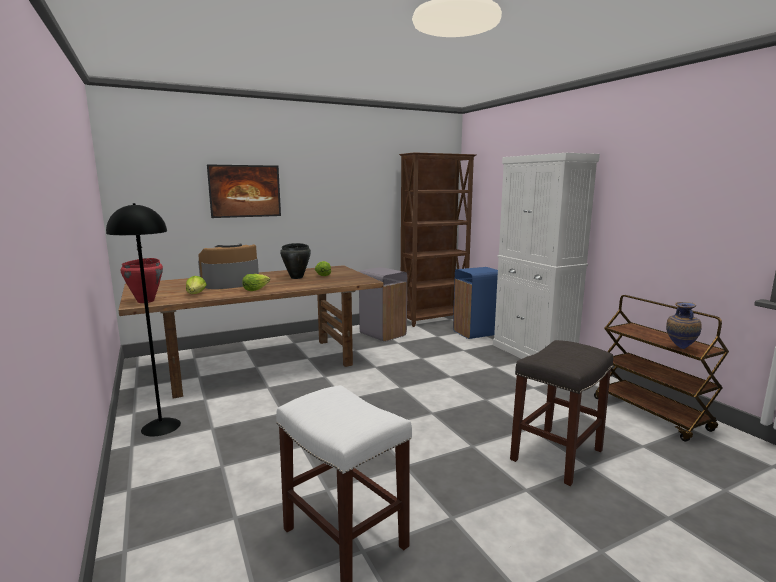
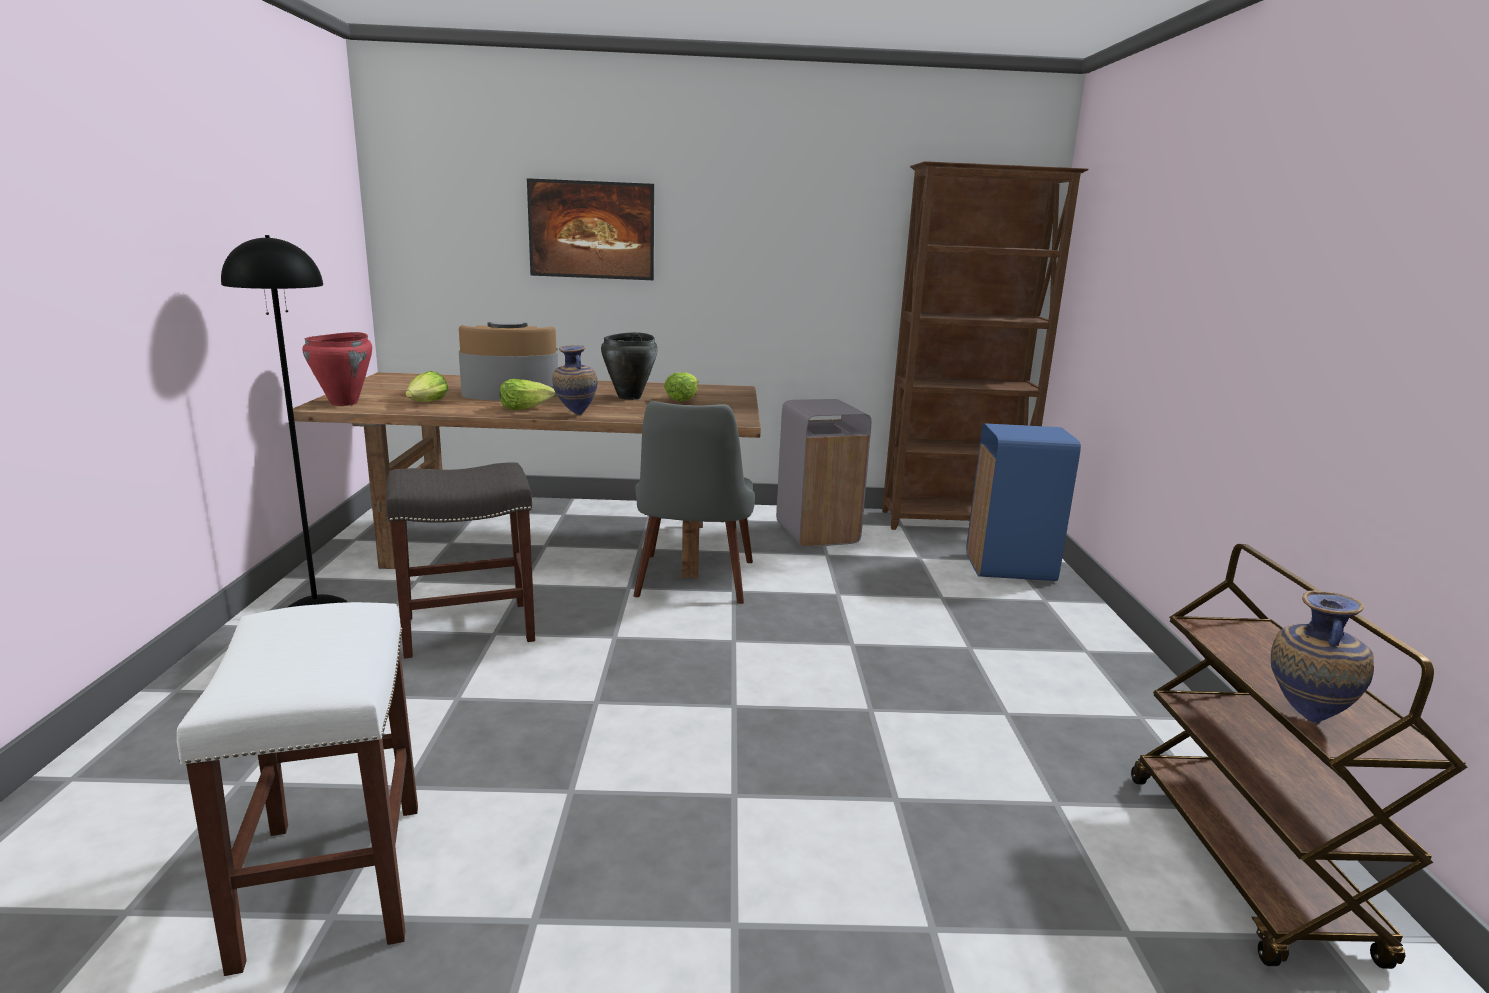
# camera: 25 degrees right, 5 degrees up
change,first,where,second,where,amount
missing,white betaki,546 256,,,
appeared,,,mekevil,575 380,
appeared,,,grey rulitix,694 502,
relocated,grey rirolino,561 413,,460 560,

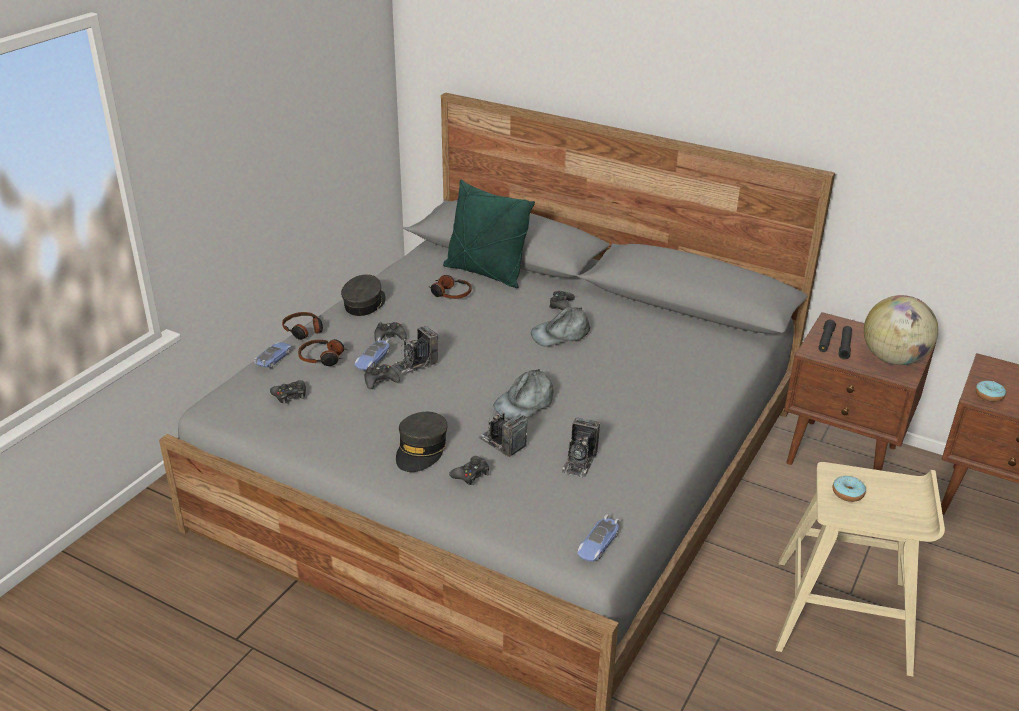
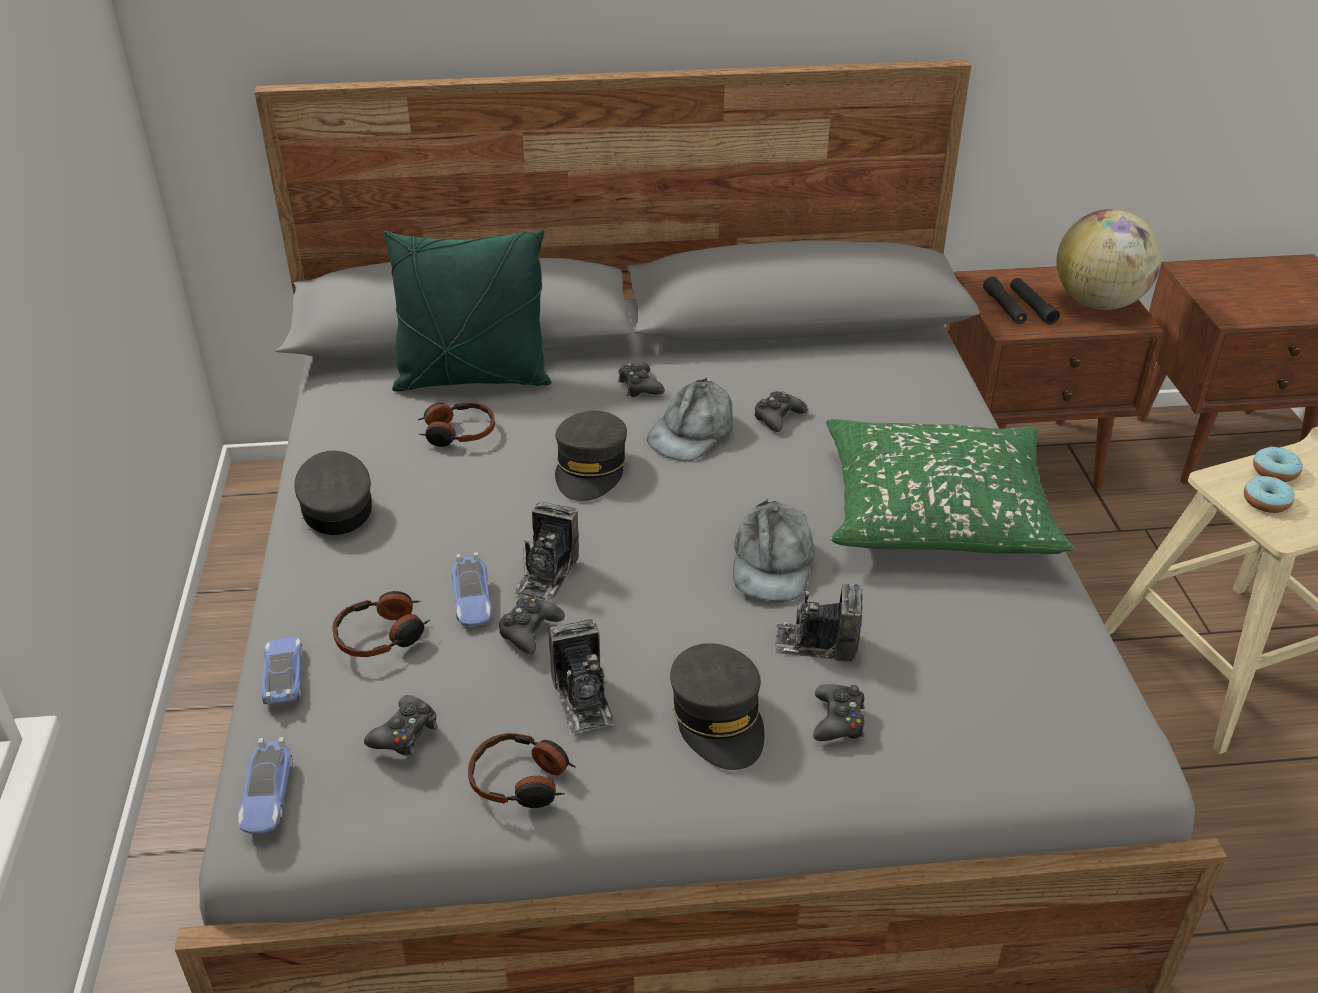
# camera: 35 degrees left, 5 degrees up
change,first,where,second,where,amount
appeared,,,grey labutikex,591 456,
appeared,,,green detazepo,950 486,
relocated,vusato,302 326,,522 770,
relocated,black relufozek,390 332,,781 411,
relocated,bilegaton,580 448,,582 676,
relocated,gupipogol,598 538,,265 785,
relocated,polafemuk,990 391,,1278 464,

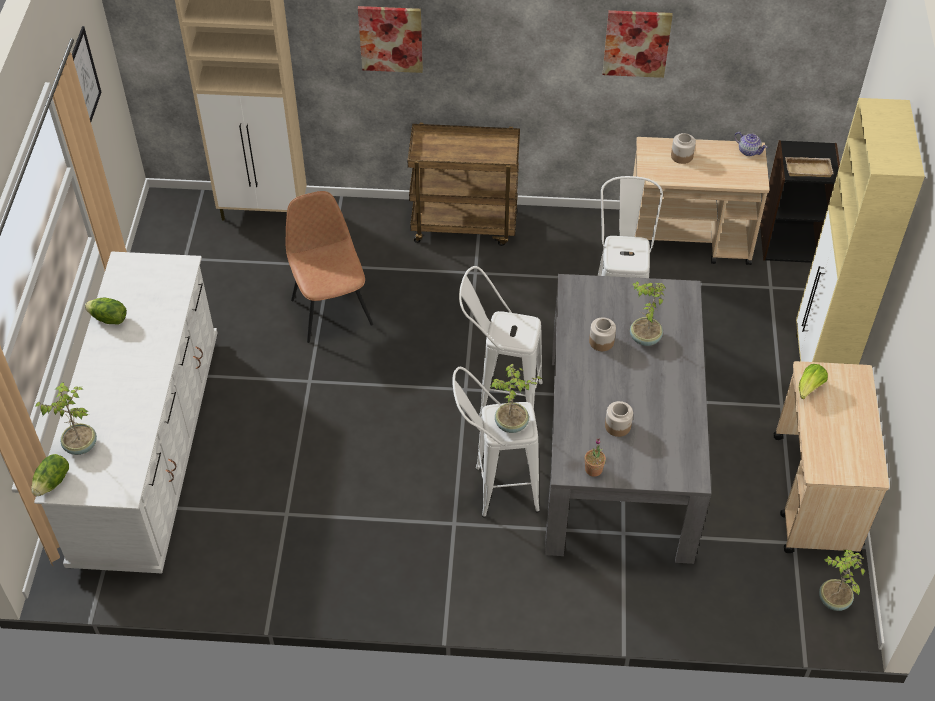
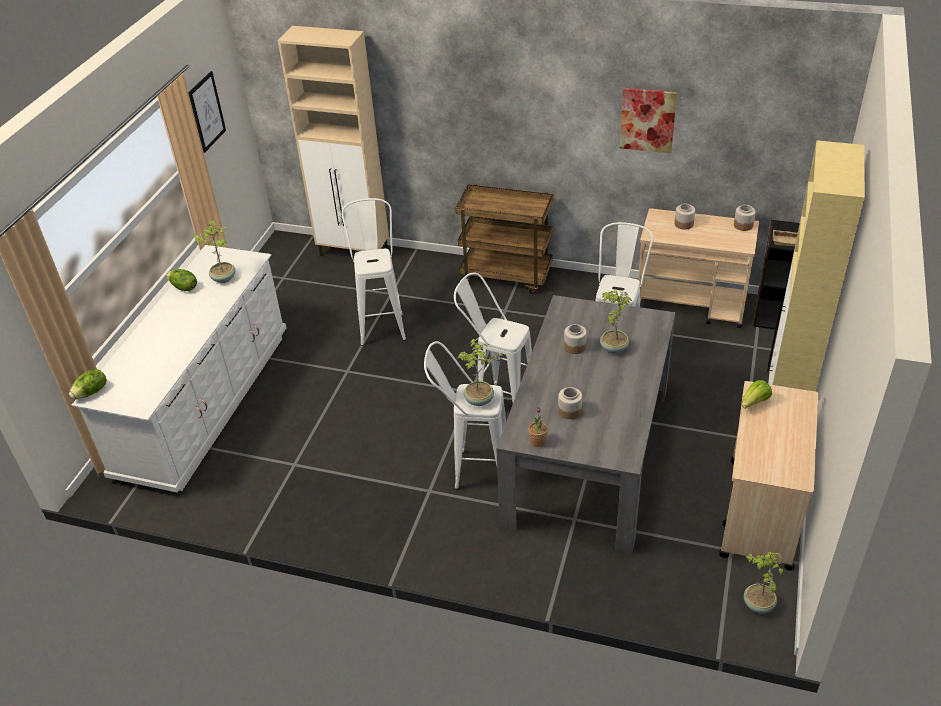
# camera: 15 degrees right, 10 degrees down
change,first,where,second,where,amount
missing,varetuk,390 39,,,
relocated,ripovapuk,66 418,,214 252,
exchanged,brown rulitix,329 267,white rirolino,373 272,
exchanged,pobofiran,750 144,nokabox,745 218,

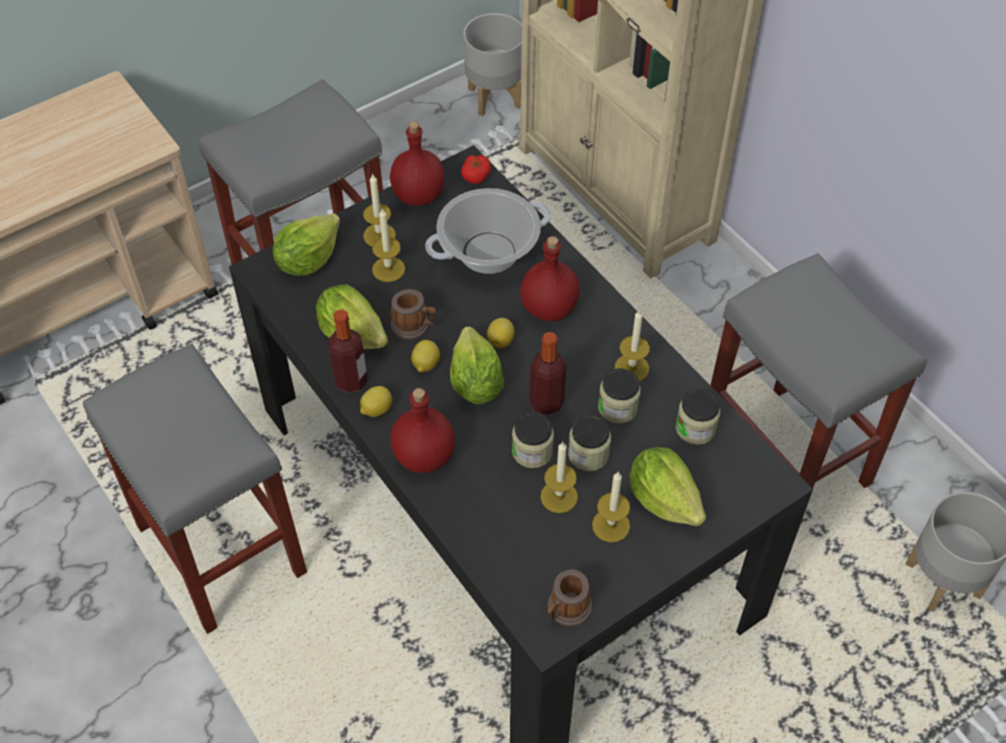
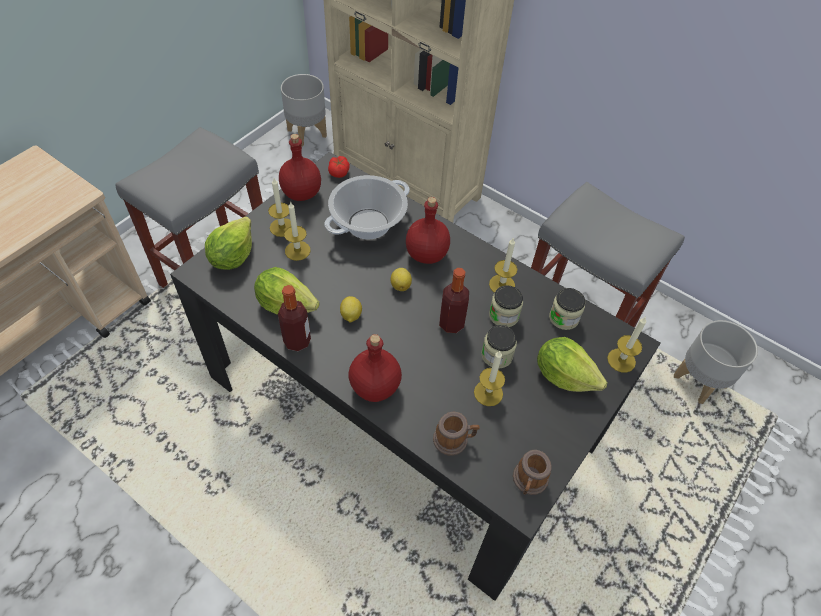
# camera: 20 degrees left, 0 degrees up
change,first,where,second,where,amount
missing,grey rirolino,195 488,,,
missing,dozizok,376 401,,,
missing,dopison,477 365,,,
missing,nokabox,533 440,,,
relocated,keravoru,413 314,,456 434,
relocated,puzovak,611 506,,626 344,

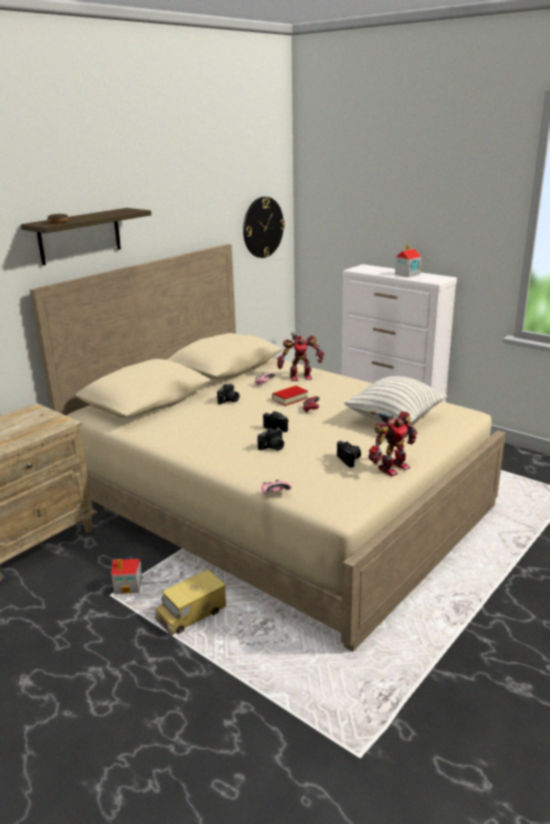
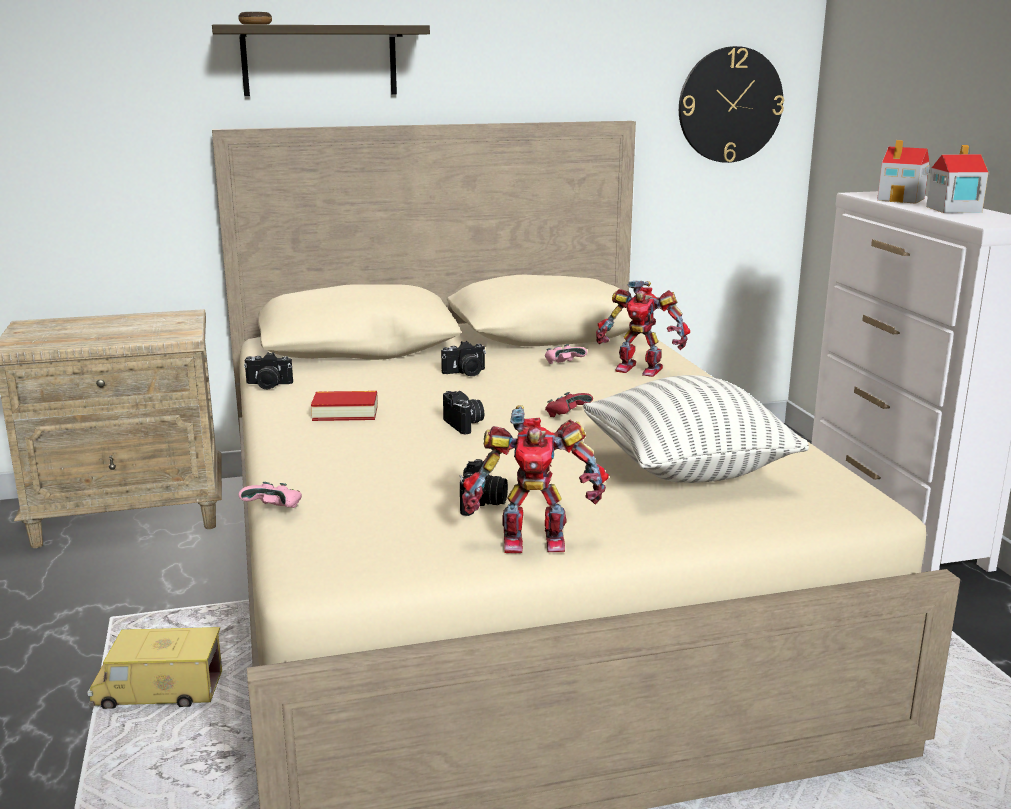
# camera: 35 degrees right, 5 degrees down
change,first,where,second,where,amount
relocated,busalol,126 577,,903 172,
relocated,bilegaton,270 439,,268 370,
relocated,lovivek,290 395,,344 406,

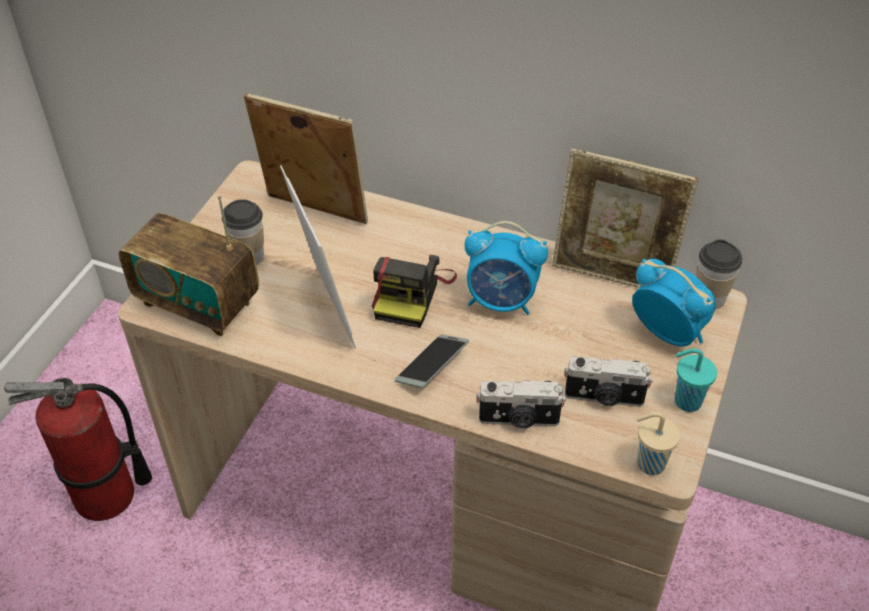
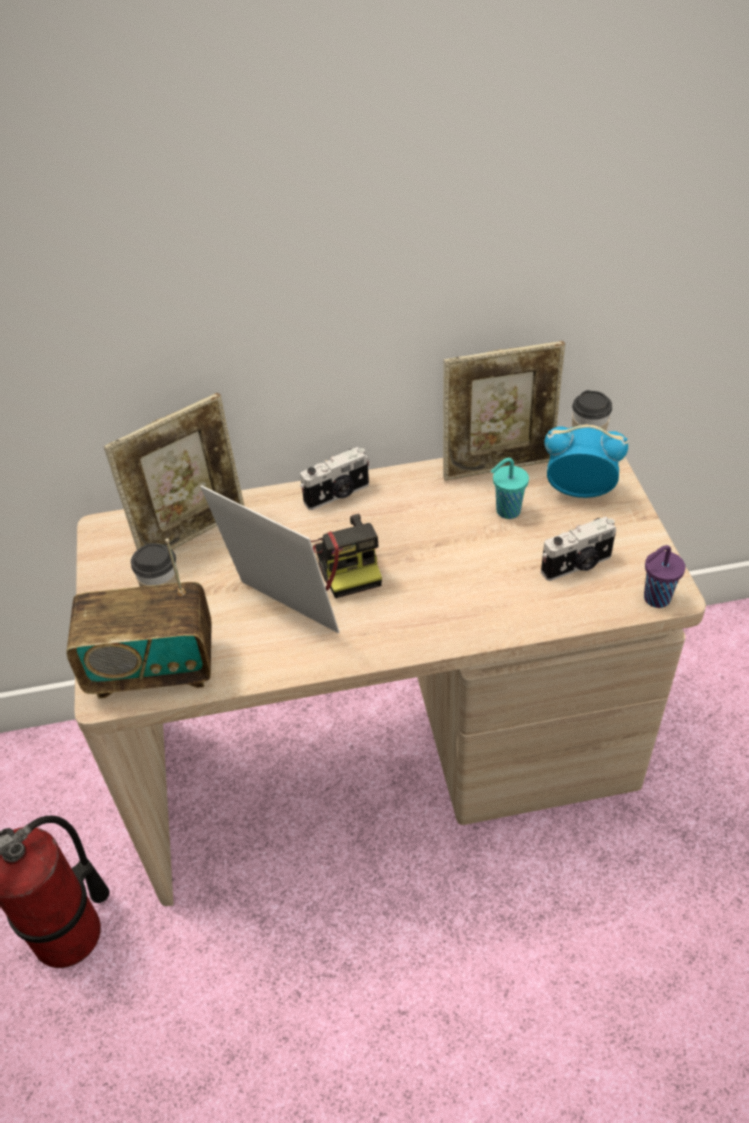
# camera: 30 degrees left, 0 degrees up
change,first,where,second,where,amount
missing,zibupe,432 361,,,
missing,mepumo,506 268,,,
relocated,bilegaton,521 404,,334 478,
relocated,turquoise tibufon,696 380,,510 488,
colour,beige tibufon,658 443,purple tibufon,664 576,
spun,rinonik,306 158,,174 471,150 degrees clockwise

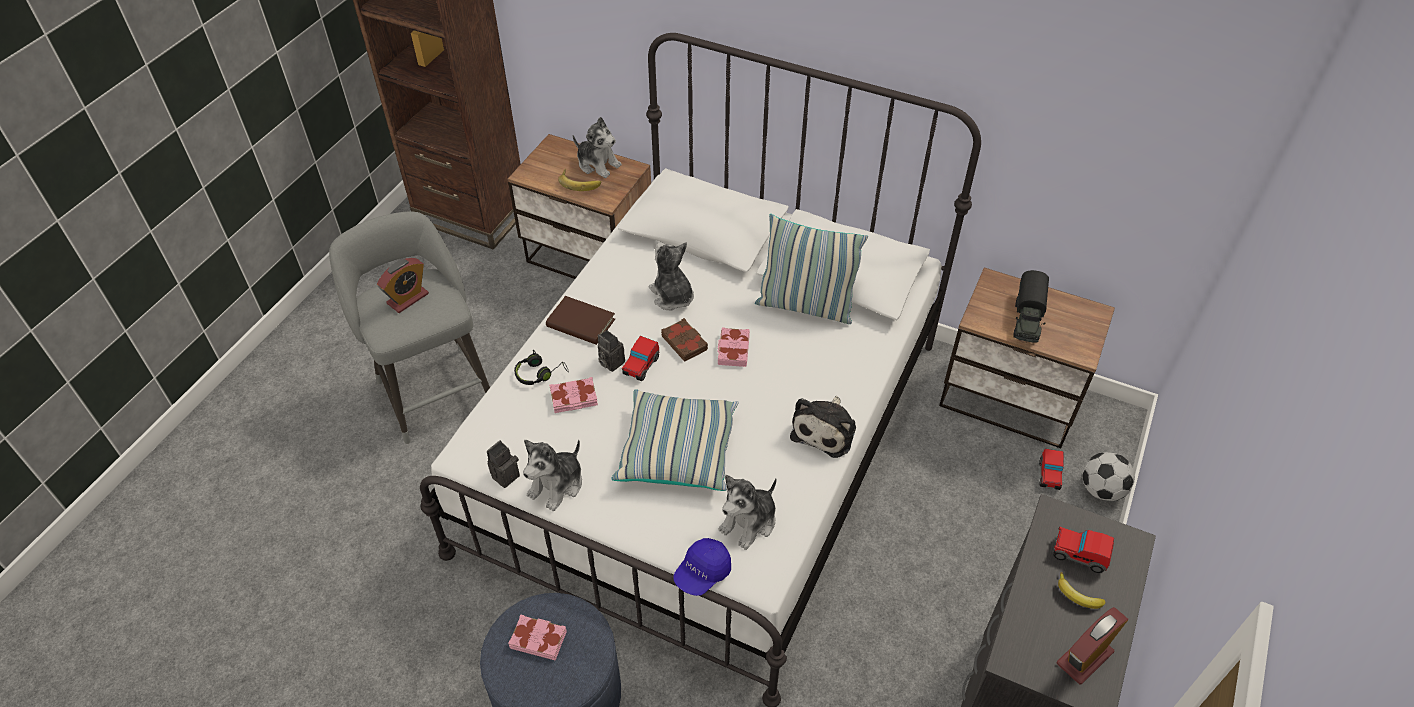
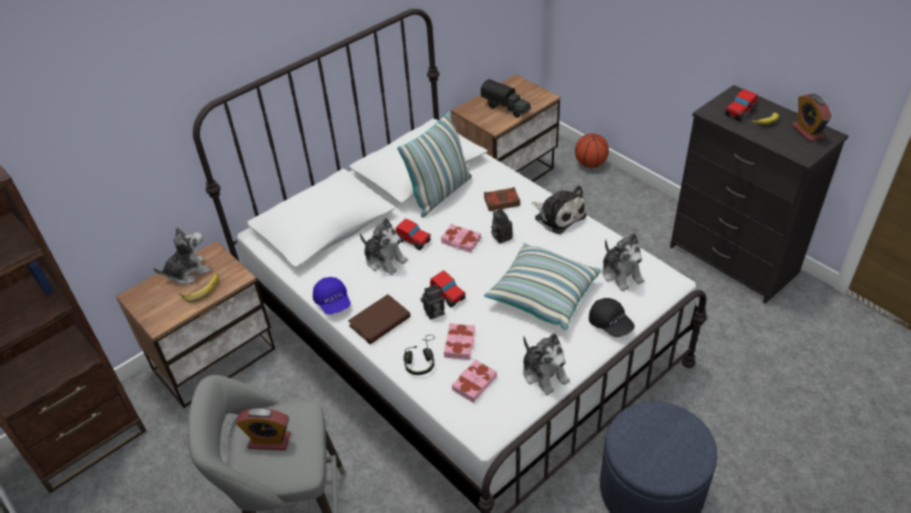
# camera: 65 degrees left, 5 degrees down
change,first,where,second,where,amount
appeared,,,black labutikex,612 317,
relocated,bilegaton,503 464,,502 226,
relocated,pink lovivek,537 637,,474 381,
relocated,brown lovivek,684 340,,502 199,
relocated,blue labutikex,702 567,,332 295,
relocated,gupipogol,1051 469,,413 234,
exchanged,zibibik,1108 476,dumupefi,592 150,
spun,mepumo,403 285,,263 429,120 degrees clockwise
spun,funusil,671 276,,384 246,135 degrees counterclockwise

